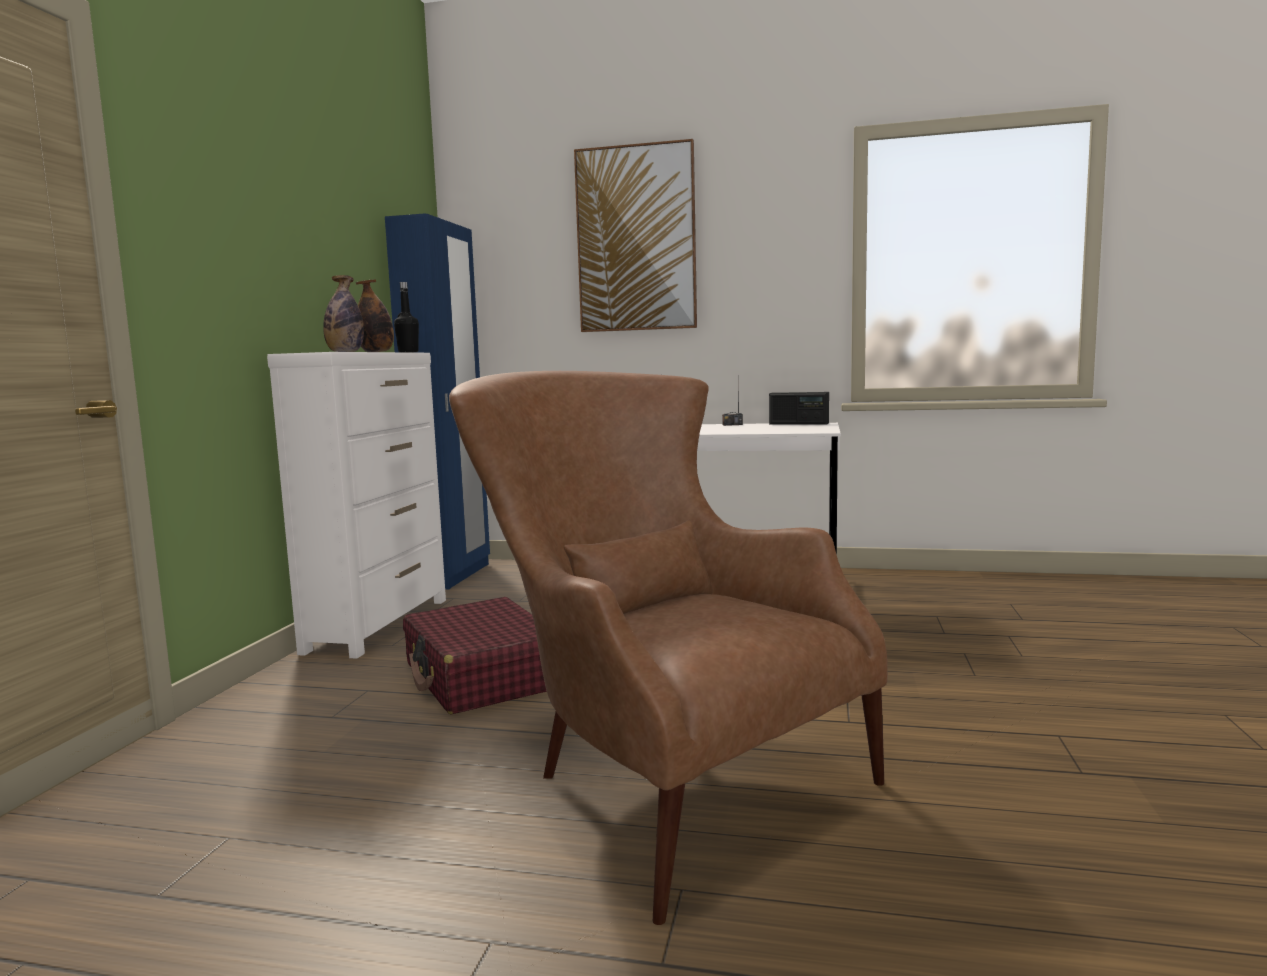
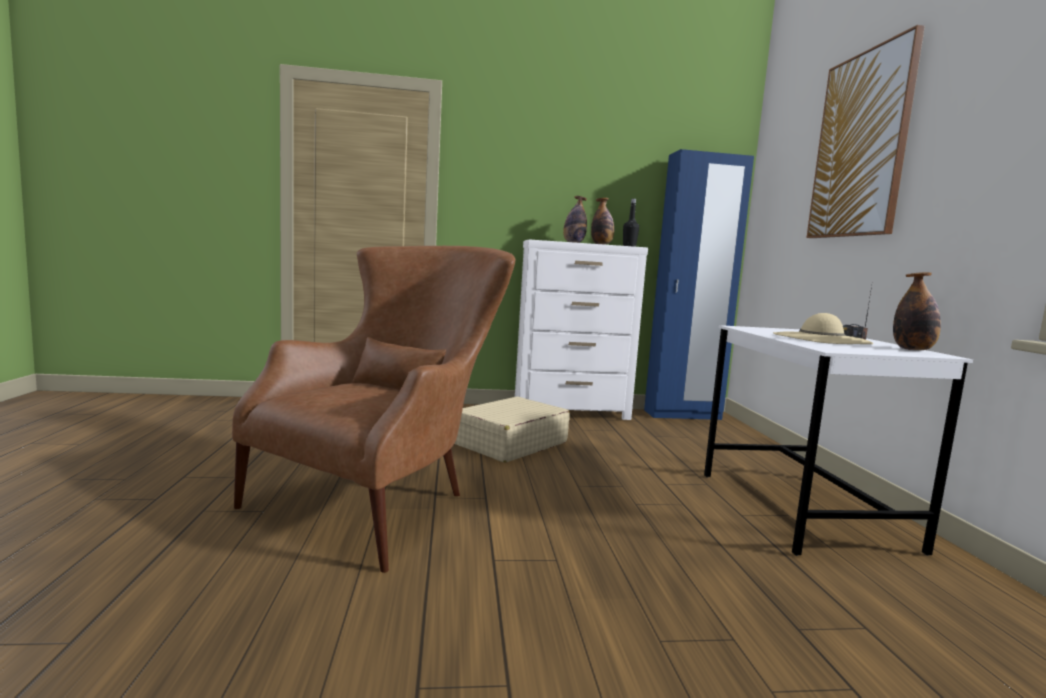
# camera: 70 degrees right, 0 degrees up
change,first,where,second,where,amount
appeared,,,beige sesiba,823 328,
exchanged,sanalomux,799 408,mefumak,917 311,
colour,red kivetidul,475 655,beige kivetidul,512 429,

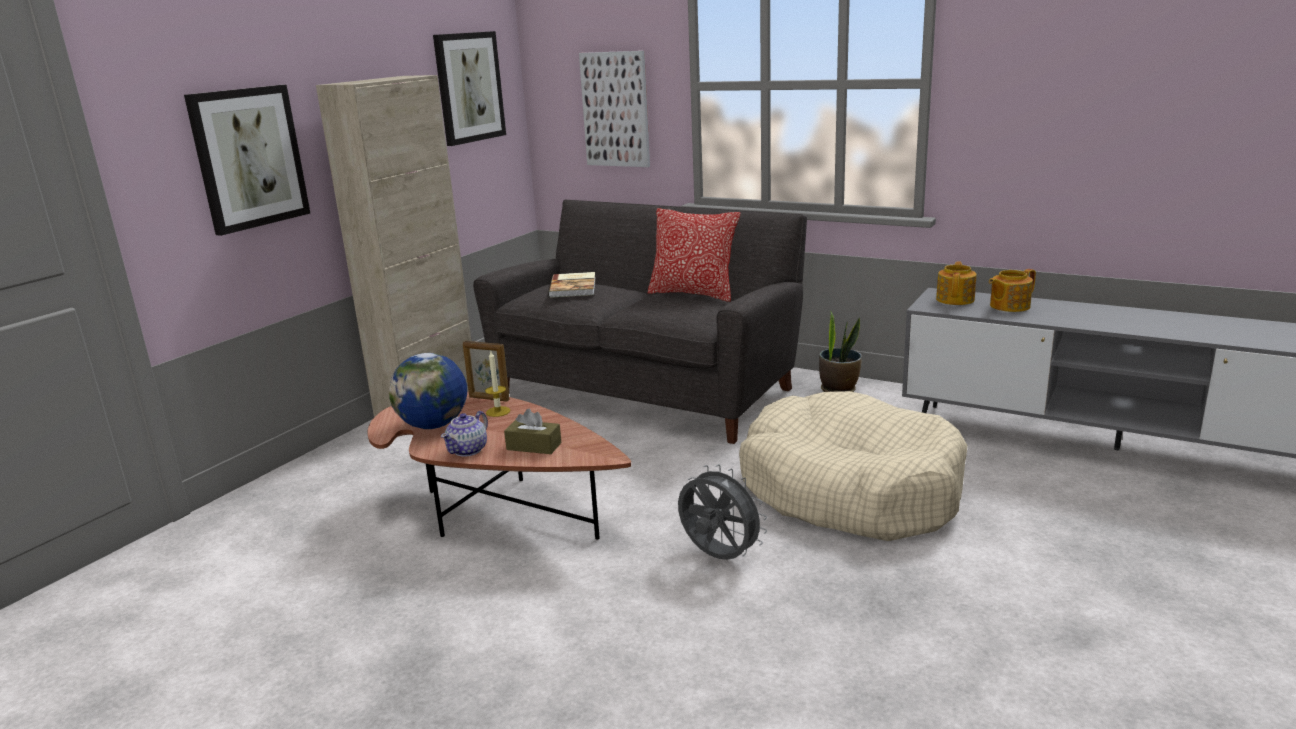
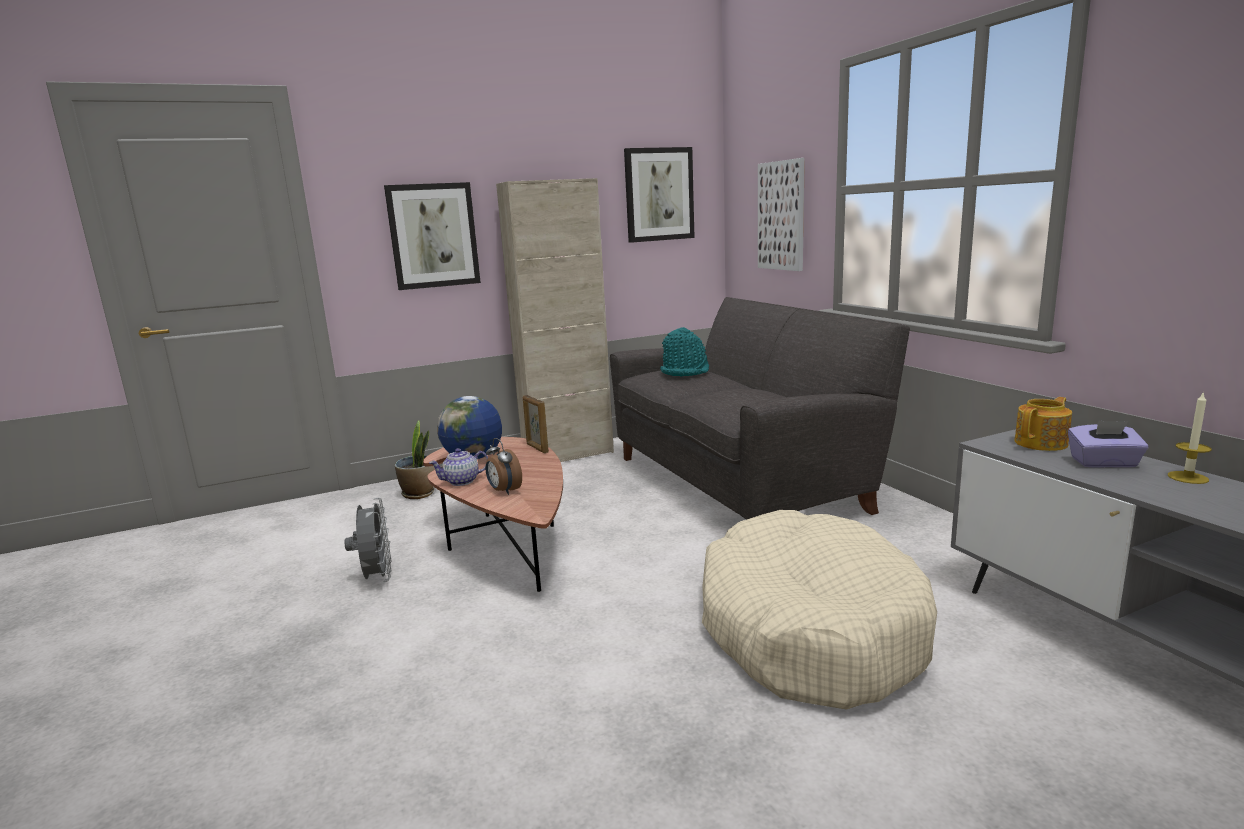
# camera: 35 degrees right, 5 degrees down
change,first,where,second,where,amount
missing,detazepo,694 255,,,
relocated,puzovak,498 384,,1190 437,
relocated,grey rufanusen,722 512,,368 540,
relocated,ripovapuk,840 351,,415 459,
exchanged,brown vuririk,532 431,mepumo,504 466,
exchanged,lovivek,572 285,turquoise sesiba,684 352,
exchanged,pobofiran,1012 290,purple vuririk,1108 444,

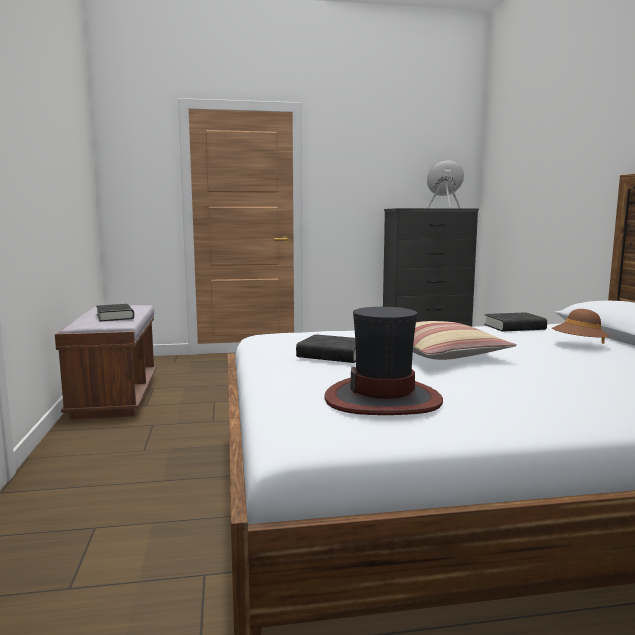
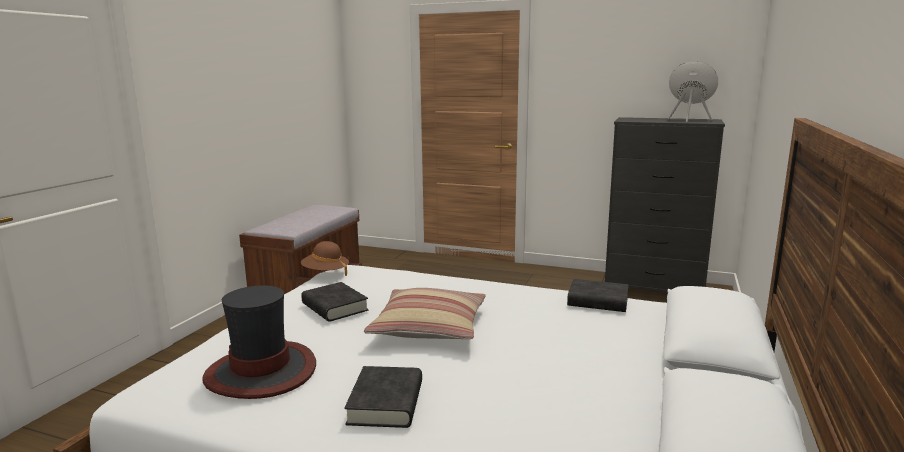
# camera: 30 degrees right, 5 degrees up
change,first,where,second,where,amount
relocated,black lovivek,115 312,,383 397,
relocated,brown sesiba,581 326,,325 258,

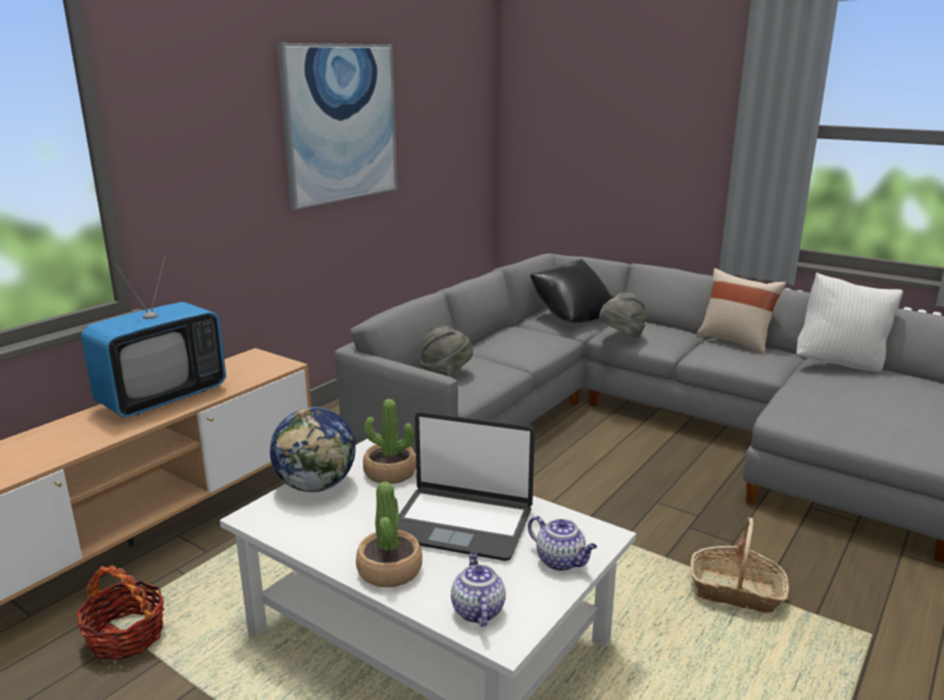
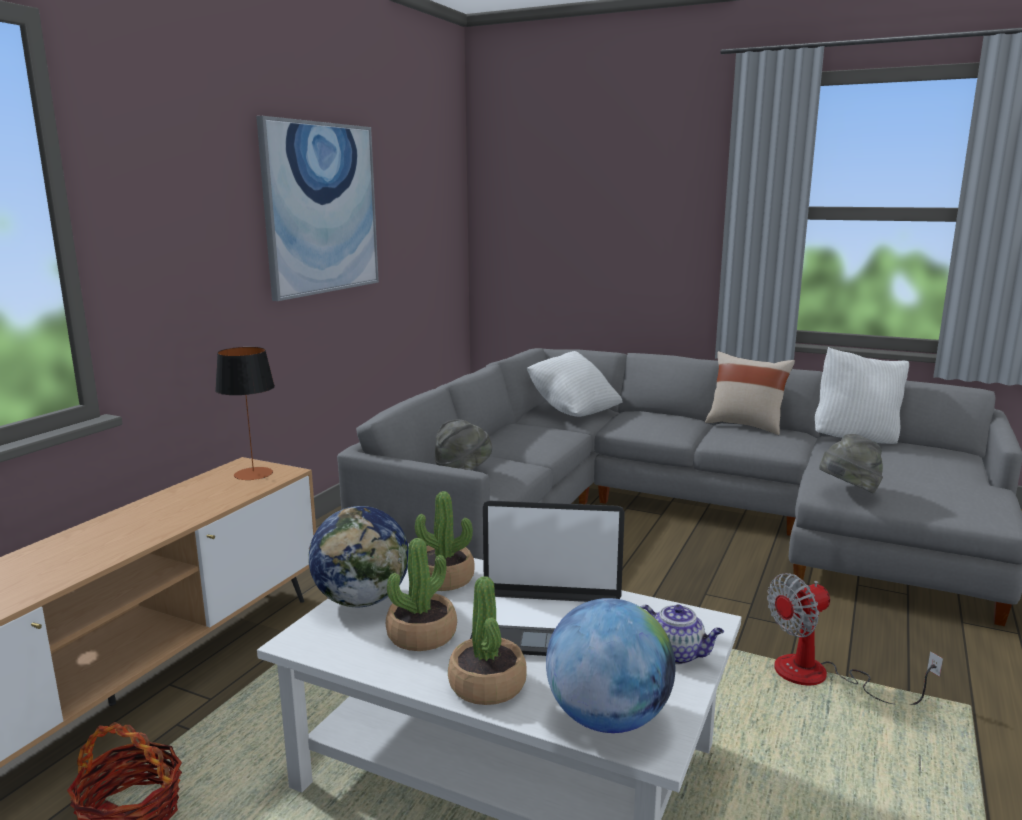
# camera: 10 degrees left, 5 degrees down
change,first,where,second,where,amount
missing,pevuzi,153 335,,,
appeared,,,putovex,245 413,
appeared,,,ripovapuk,421 594,
relocated,grey sesiba,622 314,,851 463,
exchanged,pobofiran,478 589,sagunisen,610 665,
exchanged,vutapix,740 565,rufanusen,855 639,
colour,black detazepo,571 291,white detazepo,574 384,

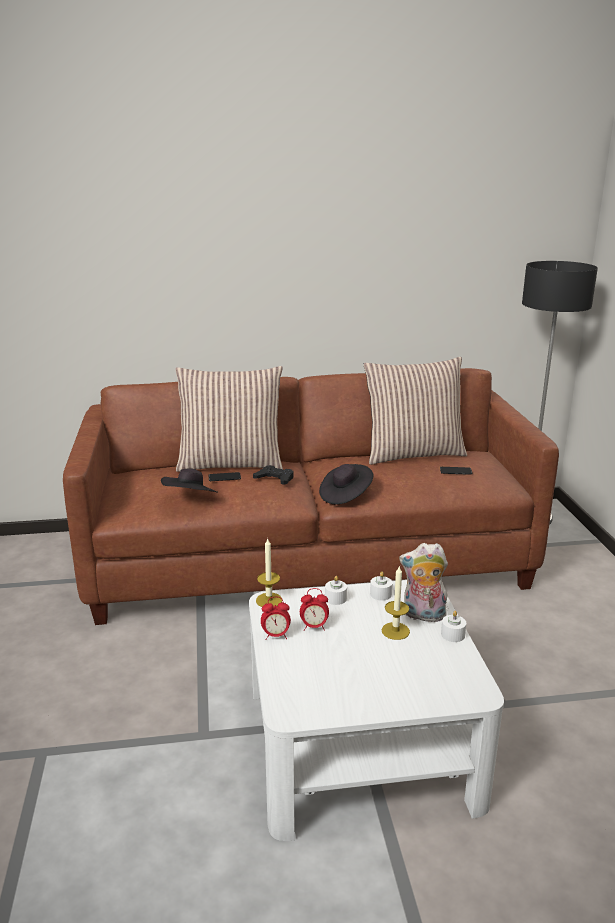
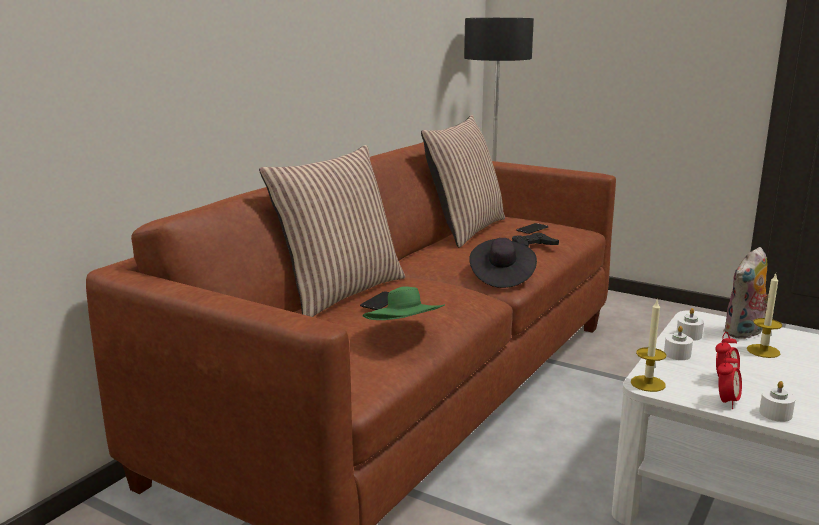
# camera: 50 degrees left, 5 degrees down
change,first,where,second,where,amount
relocated,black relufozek,273 475,,535 240,
relocated,white puzovak,453 626,,777 401,
colour,black sesiba,189 480,green sesiba,403 303,

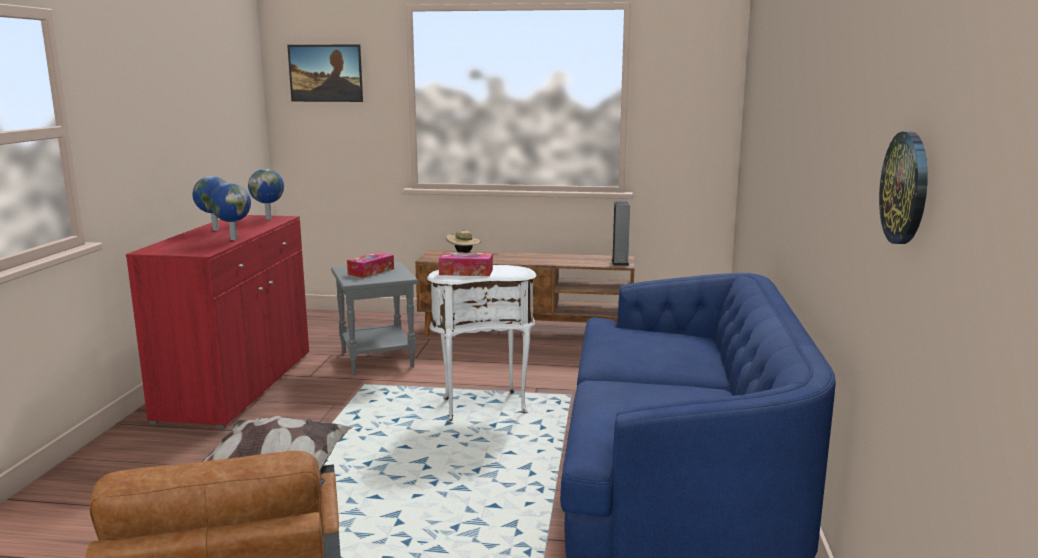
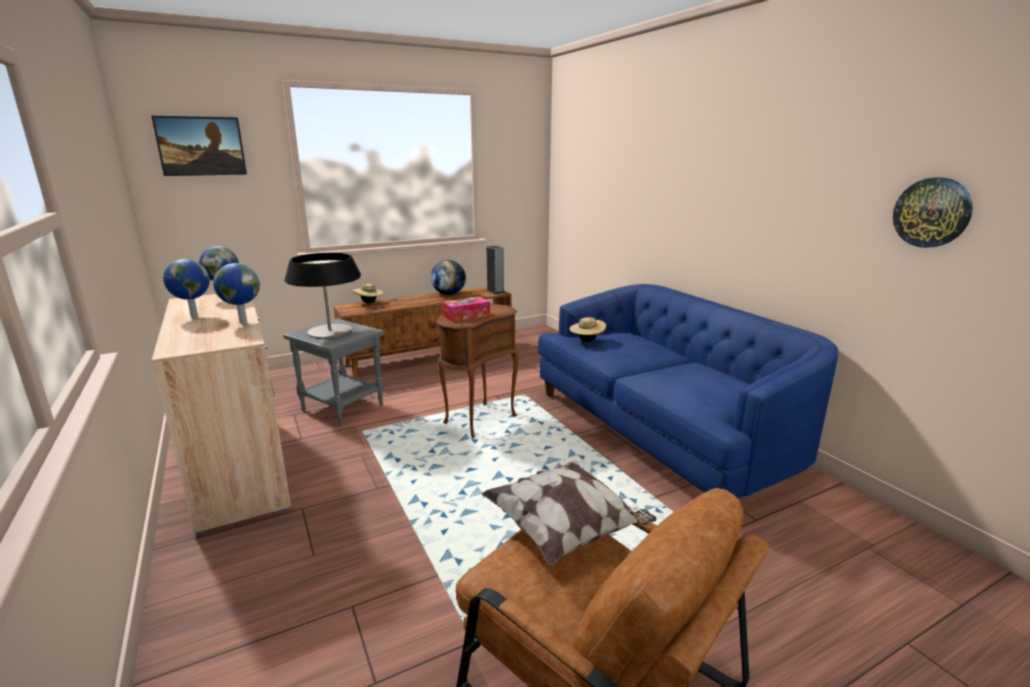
# camera: 35 degrees left, 5 degrees up
change,first,where,second,where,amount
appeared,,,sagunisen,448 277,
appeared,,,beige sesiba,588 329,
exchanged,vuririk,370 265,putovex,323 296,
colour,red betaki,217 322,beige betaki,221 415,
colour,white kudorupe,482 343,brown kudorupe,477 371,

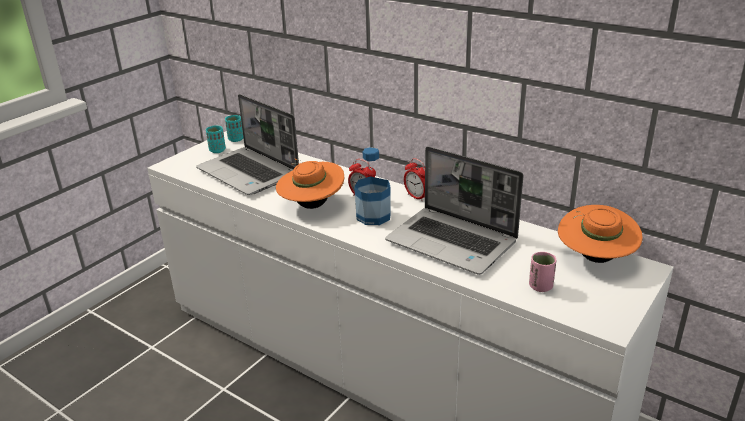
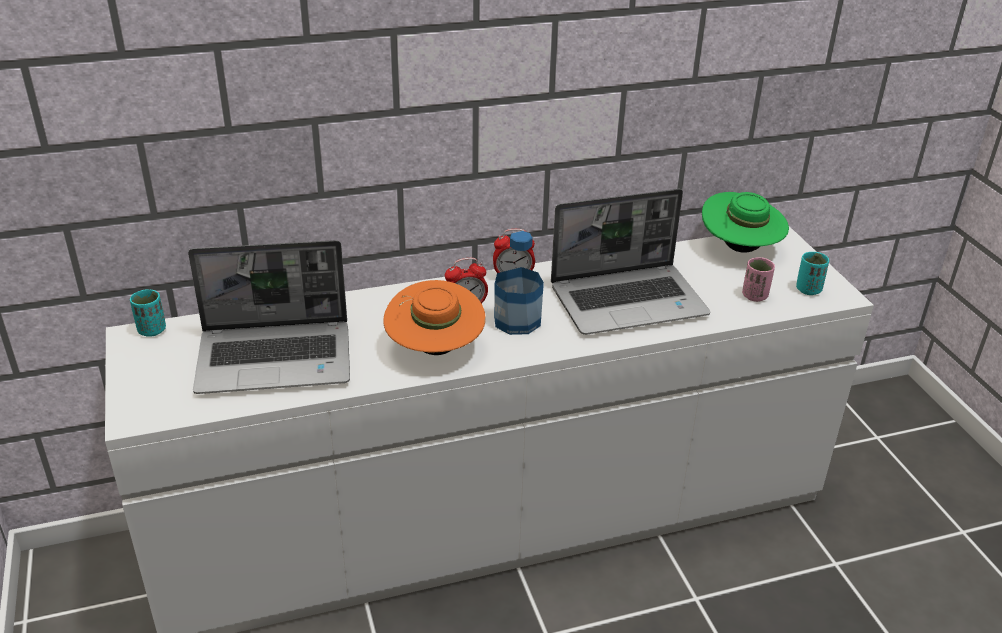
# camera: 55 degrees left, 5 degrees up
change,first,where,second,where,amount
relocated,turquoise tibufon,216 139,,812 273,
colour,orange sesiba,600 234,green sesiba,745 222,

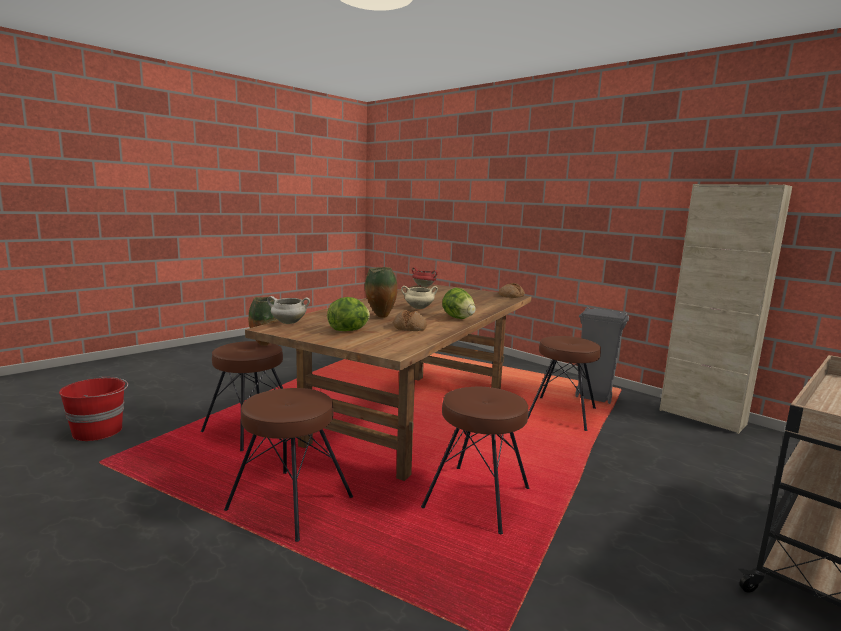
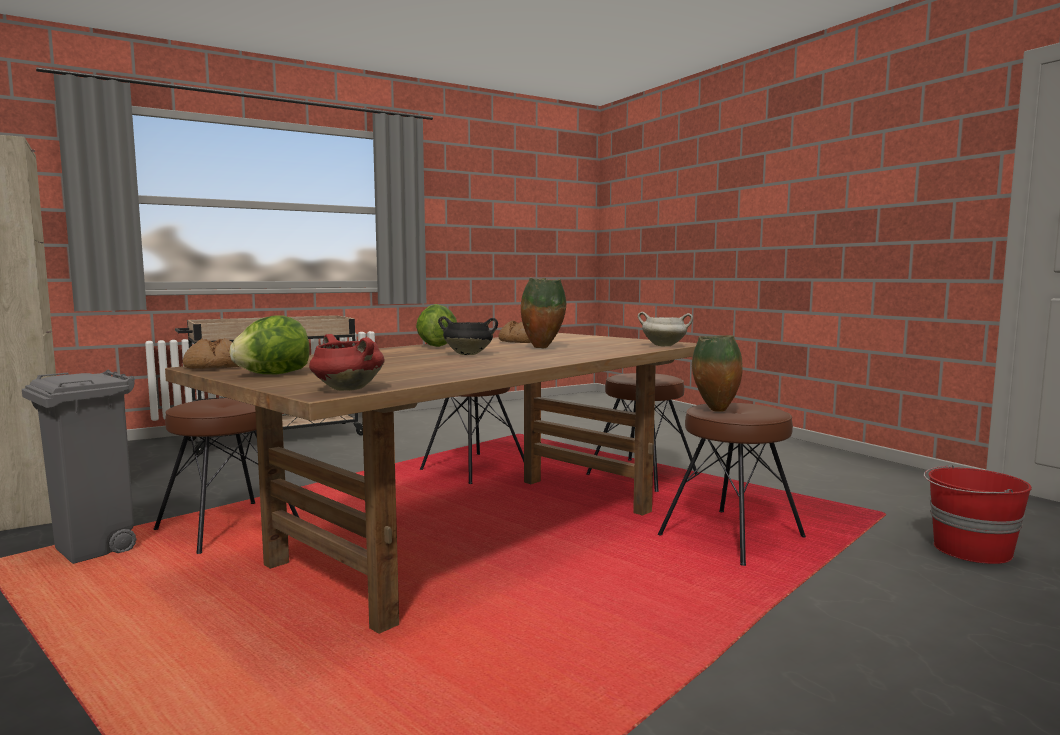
# camera: 165 degrees left, 5 degrees down
change,first,where,second,where,amount
relocated,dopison,348 314,,270 344,
colour,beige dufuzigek,419 297,black dufuzigek,468 335,

